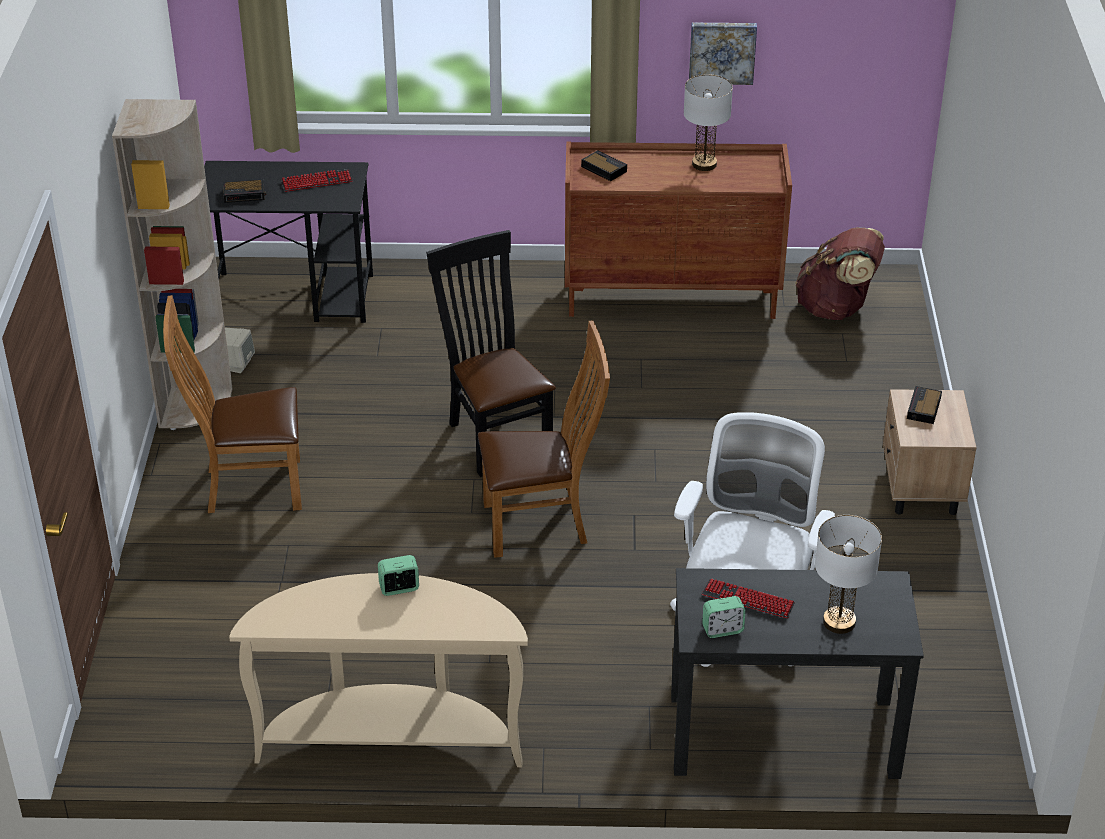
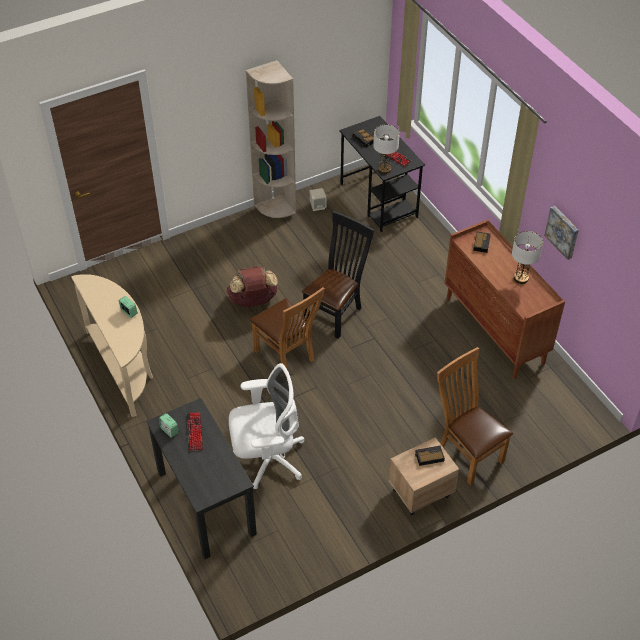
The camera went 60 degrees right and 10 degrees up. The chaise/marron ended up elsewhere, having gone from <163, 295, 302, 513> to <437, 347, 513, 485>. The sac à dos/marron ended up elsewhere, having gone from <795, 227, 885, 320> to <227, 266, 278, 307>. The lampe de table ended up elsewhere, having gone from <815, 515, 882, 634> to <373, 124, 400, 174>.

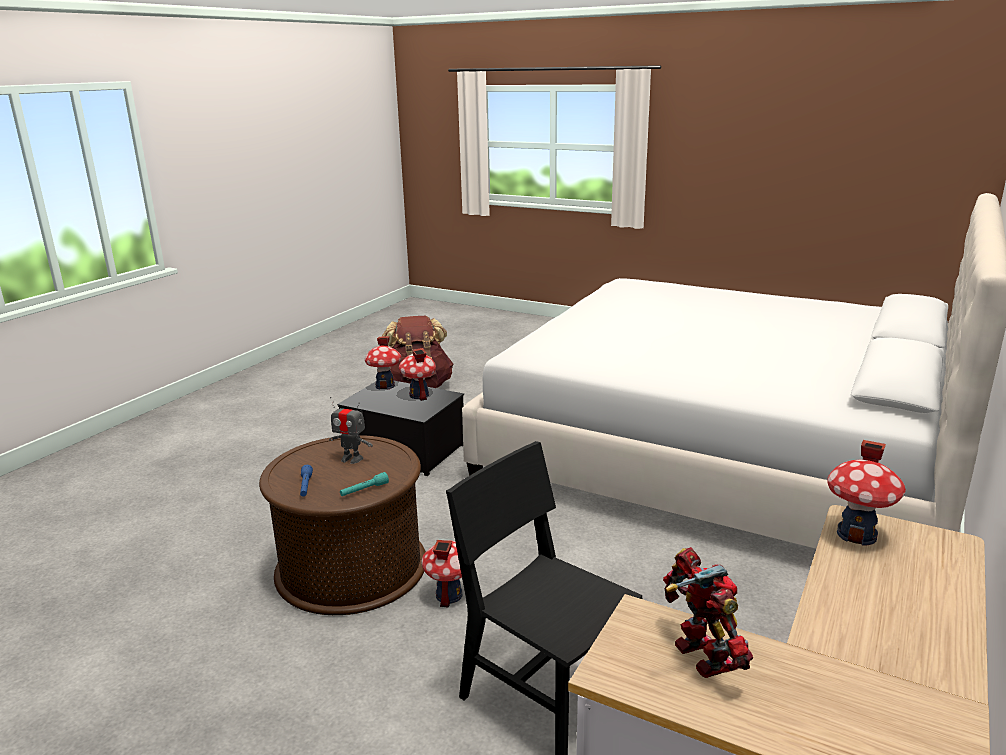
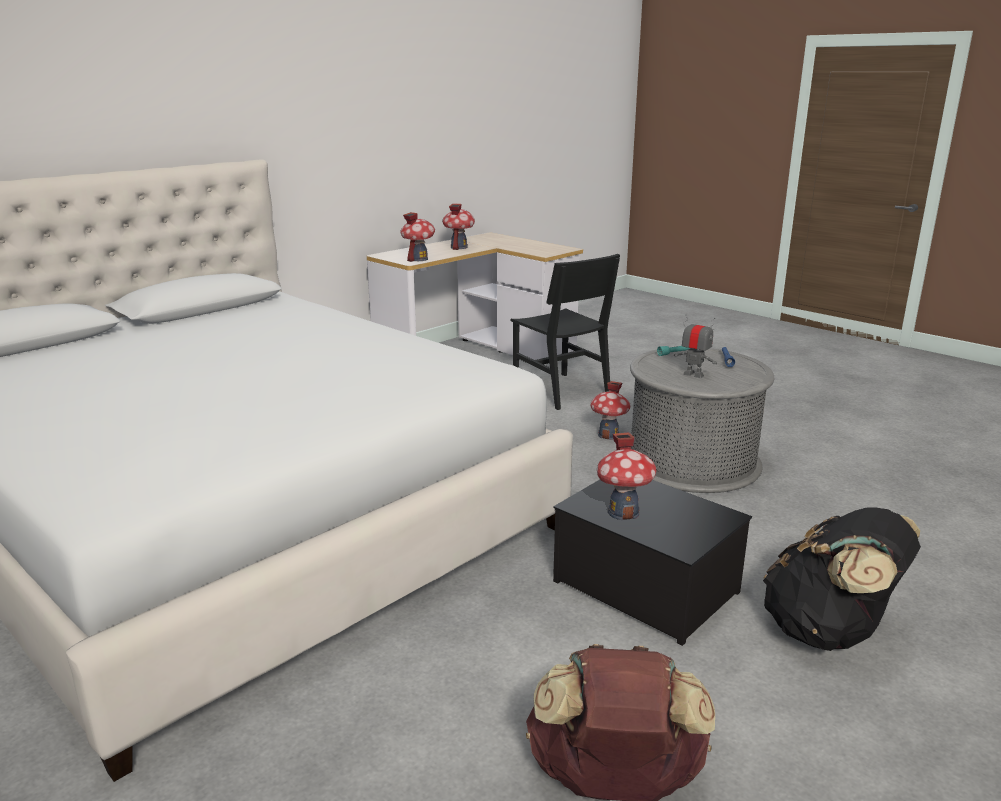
The camera went 165 degrees left and 0 degrees up. The second view lost the robot jouet at <663, 547, 753, 678>. The second view gained the sac à dos/noir at <763, 507, 921, 651>. The maison miniature ended up elsewhere, having gone from <365, 337, 401, 390> to <442, 203, 475, 250>. What was the table basse/marron at <259, 435, 426, 615> turned into the table basse/gris at <630, 348, 774, 493>.

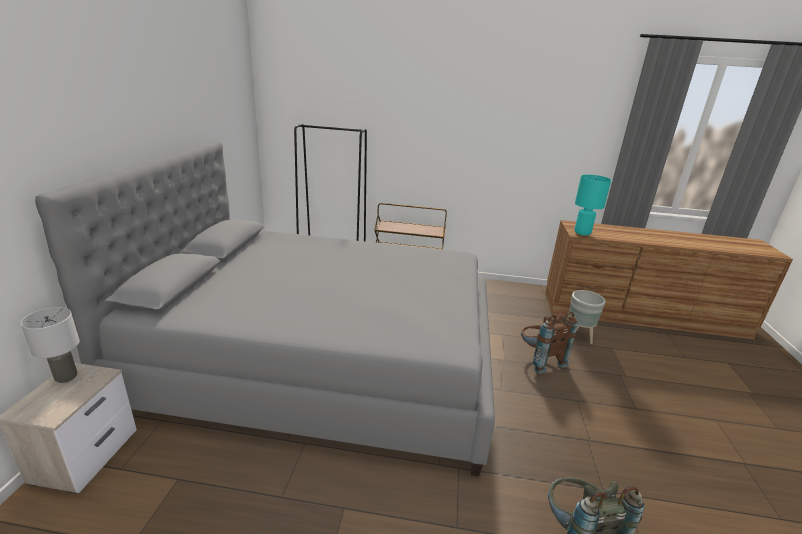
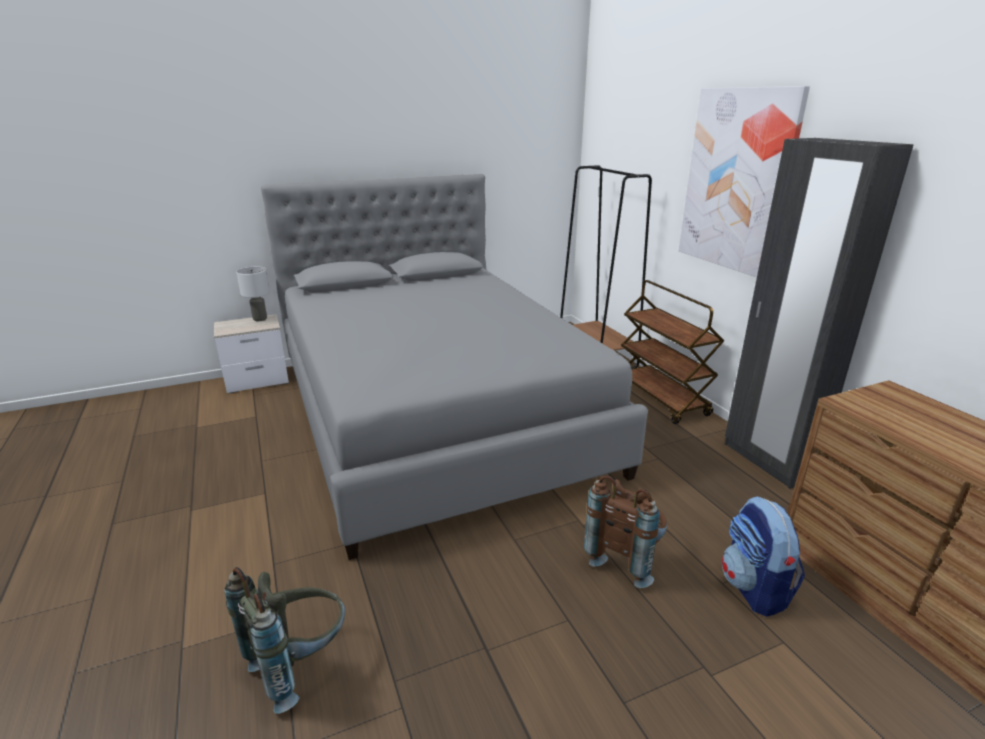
The camera went 60 degrees right and 0 degrees up. The second view lost the lampe de table/turquoise at <574, 175, 611, 235>. The second view gained the tableau at <679, 86, 810, 277>. The second view gained the armoire/noir at <725, 138, 914, 489>. Where the cache-pot/gris stood at <568, 290, 606, 344>, the sac à dos came to stand at <722, 496, 805, 617>.

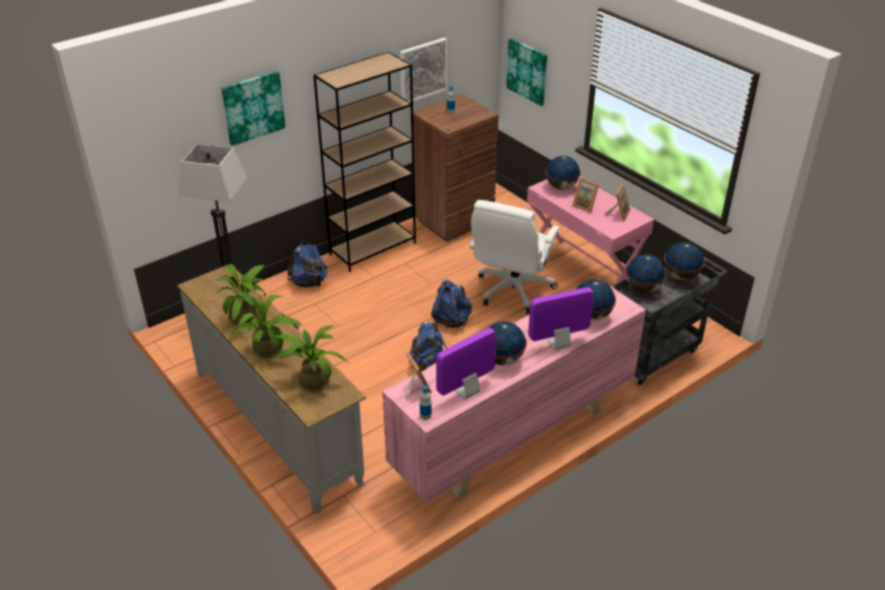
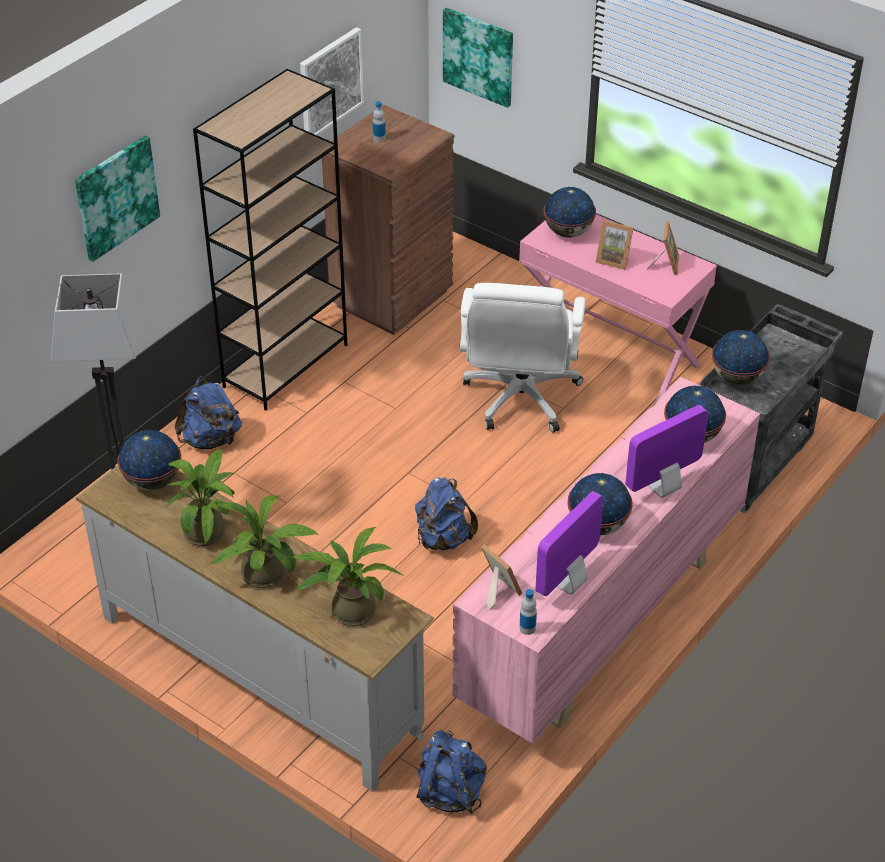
The camera went 15 degrees left and 5 degrees up. The sac à dos/bleu ended up elsewhere, having gone from <431, 279, 472, 328> to <417, 730, 487, 814>. The globe ended up elsewhere, having gone from <664, 242, 705, 280> to <117, 430, 181, 490>.

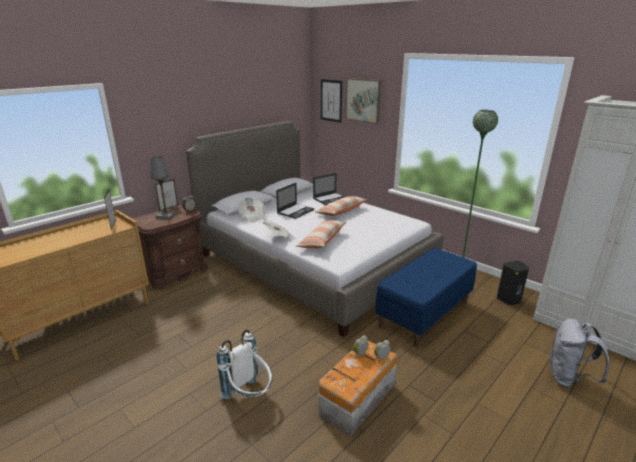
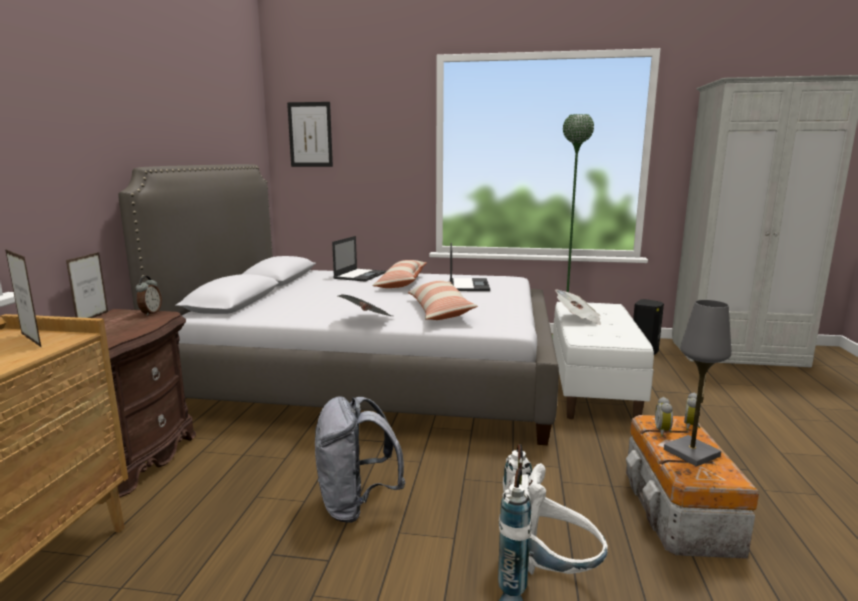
The camera went 35 degrees left and 10 degrees down. The second view lost the tableau at <346, 78, 381, 124>. The lampe de table/gris ended up elsewhere, having gone from <150, 156, 176, 219> to <664, 300, 732, 467>. The journal ended up elsewhere, having gone from <238, 198, 265, 223> to <555, 289, 601, 325>. The ordinateur portable ended up elsewhere, having gone from <276, 183, 314, 219> to <450, 243, 490, 291>. The sac à dos/gris ended up elsewhere, having gone from <549, 318, 610, 388> to <315, 396, 405, 523>. What was the banc/bleu at <375, 248, 477, 347> turned into the banc/blanc at <553, 302, 654, 419>.

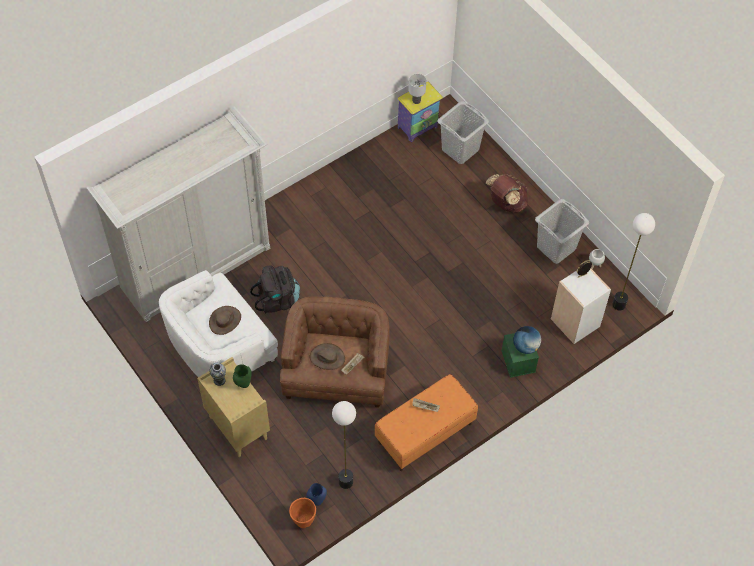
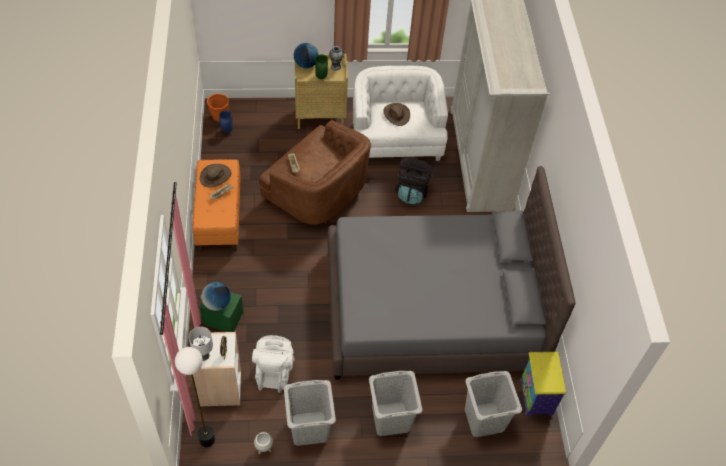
The camera went 120 degrees right and 5 degrees down. The second view lost the lampadaire at <332, 401, 356, 489>. The second view gained the sac à dos/blanc at <252, 335, 295, 393>. The second view gained the globe at <294, 43, 319, 68>. The second view gained the lit/gris at <328, 166, 575, 379>. The chapeau/marron ended up elsewhere, having gone from <310, 343, 345, 370> to <200, 164, 231, 187>. The lampe de table/blanc ended up elsewhere, having gone from <408, 74, 426, 104> to <189, 327, 213, 361>. Where the sac à dos/marron stood at <486, 174, 528, 213>, the panier à linge/gris came to stand at <369, 371, 423, 436>.

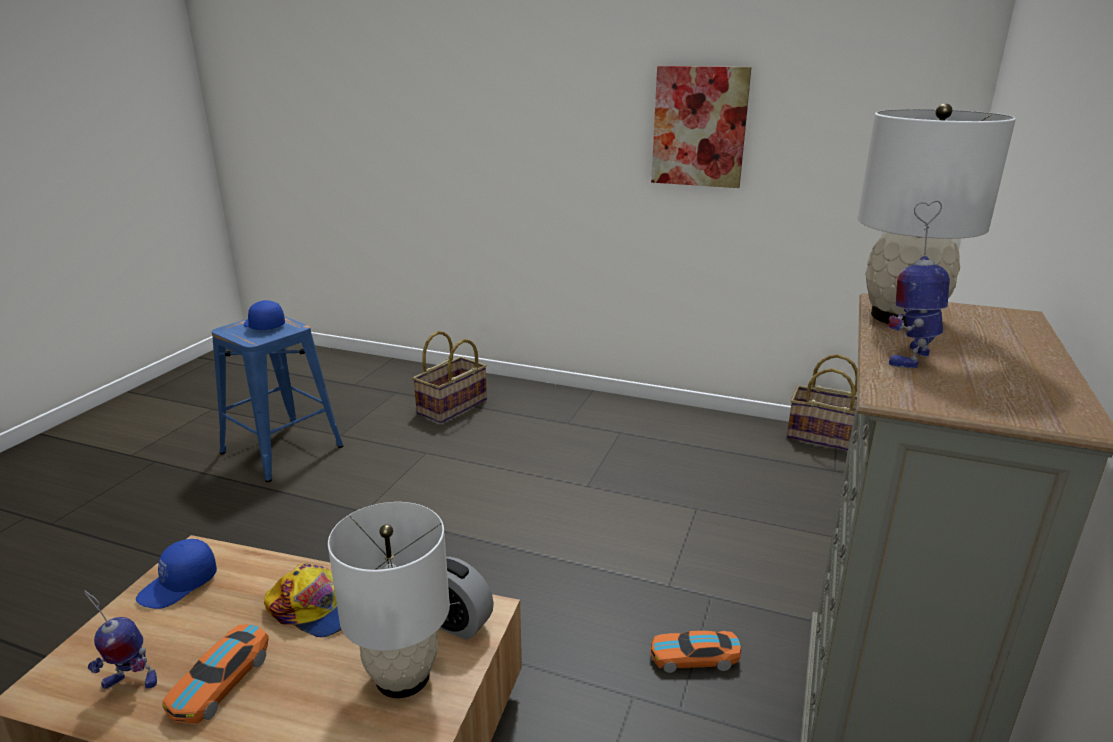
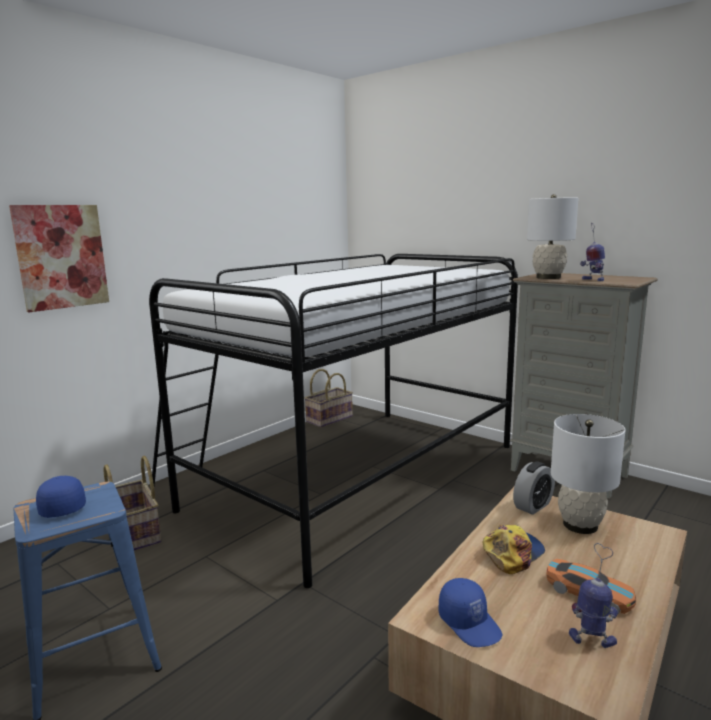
The camera went 70 degrees left and 10 degrees down. The second view lost the petite voiture at <650, 631, 741, 673>. The second view gained the lit/noir at <149, 254, 518, 588>. The tableau ended up elsewhere, having gone from <651, 66, 752, 188> to <9, 205, 109, 312>. The robot jouet at <84, 590, 157, 689> ended up facing another way, 90 degrees counterclockwise from before. The casquette/bleu at <244, 300, 285, 330> ended up facing another way, 90 degrees clockwise from before.

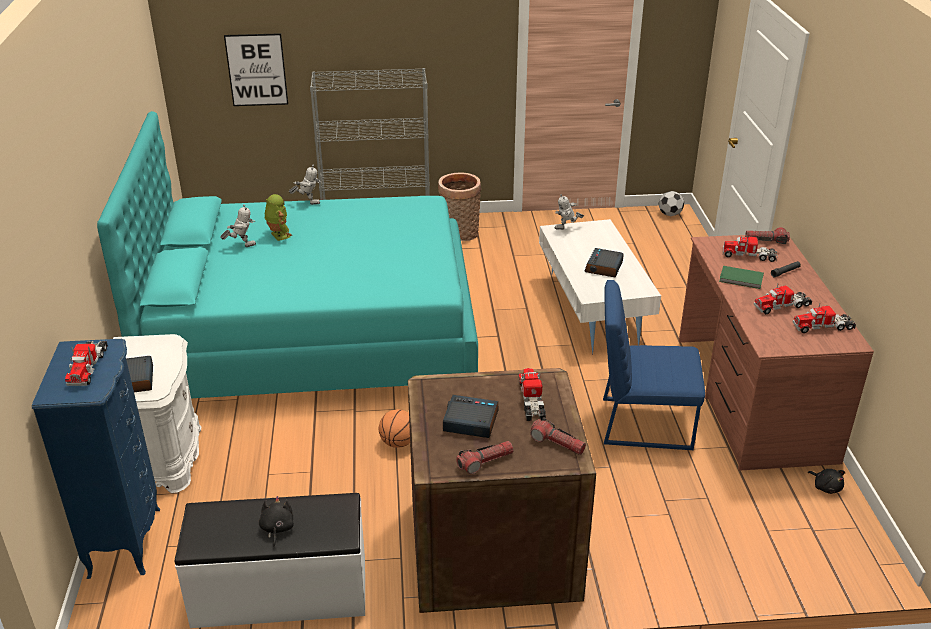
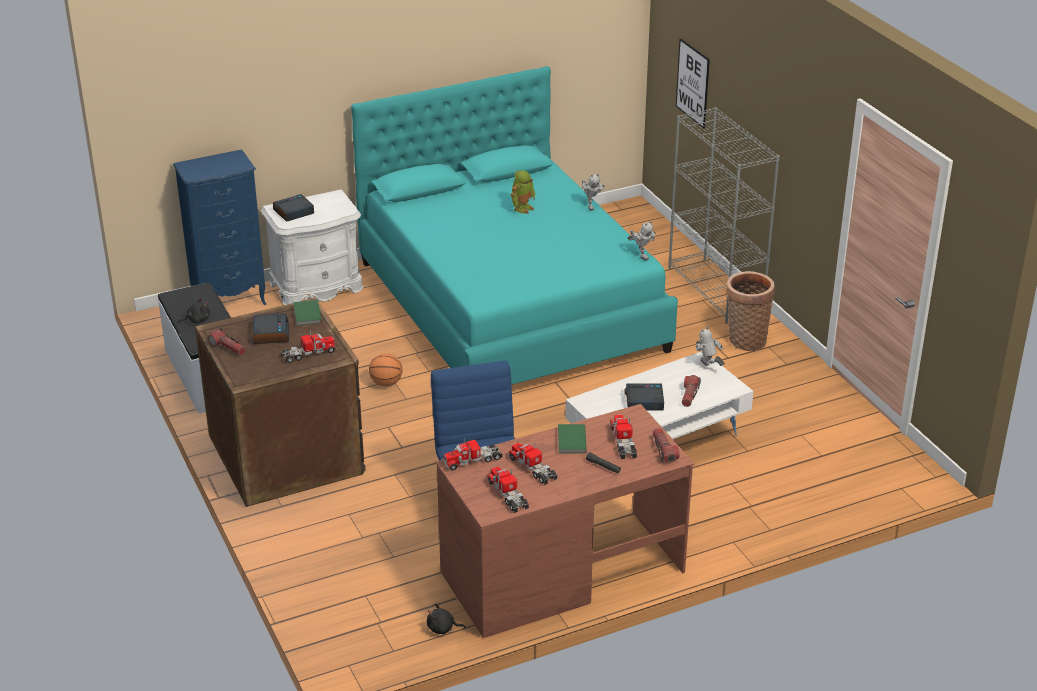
The camera went 70 degrees right and 0 degrees up. The second view lost the ballon de foot at <659, 191, 684, 216>. The second view gained the livre/vert at <293, 300, 322, 326>. The camion jouet ended up elsewhere, having gone from <65, 341, 108, 386> to <442, 438, 502, 470>. The robot jouet ended up elsewhere, having gone from <220, 204, 256, 247> to <628, 221, 656, 260>. The lampe de poche ended up elsewhere, having gone from <530, 417, 586, 455> to <682, 375, 701, 407>. The peluche/noir at <808, 469, 845, 494> ended up facing another way, 60 degrees clockwise from before.

